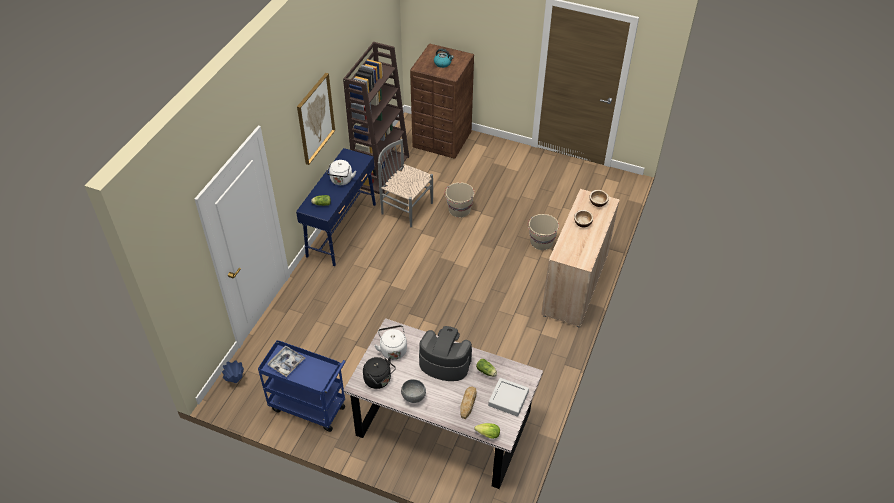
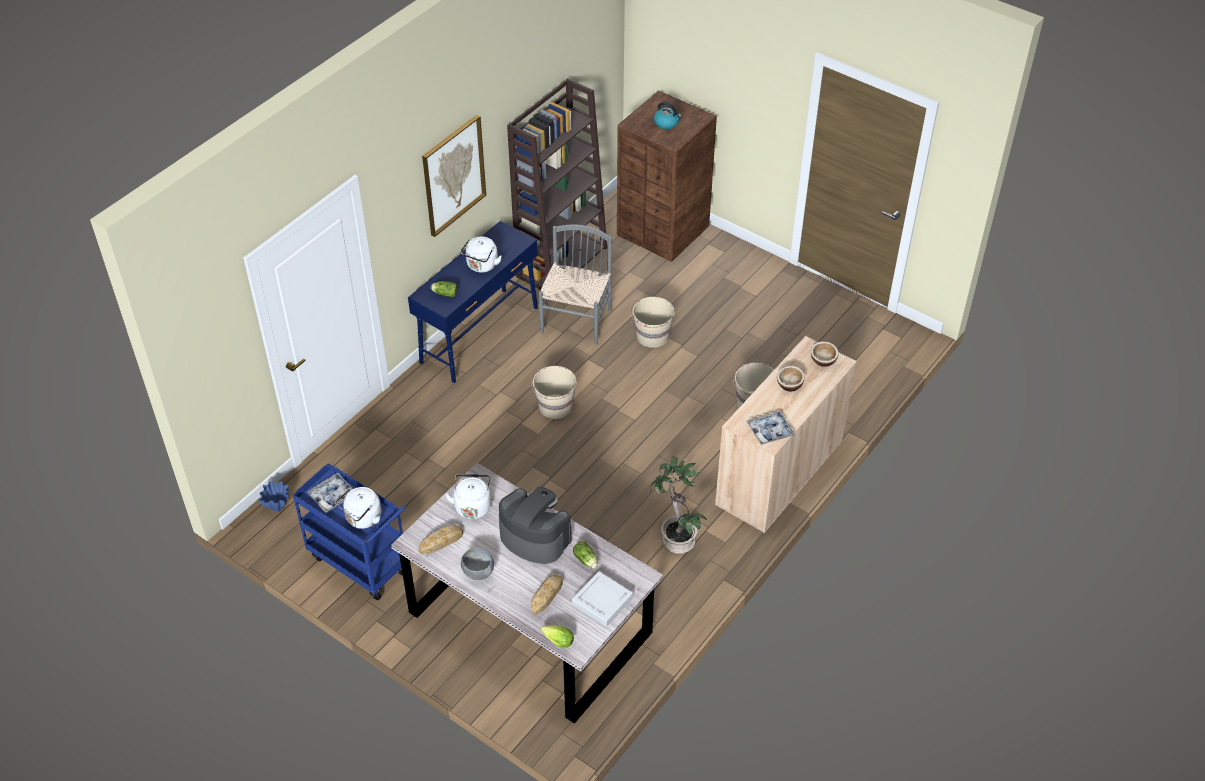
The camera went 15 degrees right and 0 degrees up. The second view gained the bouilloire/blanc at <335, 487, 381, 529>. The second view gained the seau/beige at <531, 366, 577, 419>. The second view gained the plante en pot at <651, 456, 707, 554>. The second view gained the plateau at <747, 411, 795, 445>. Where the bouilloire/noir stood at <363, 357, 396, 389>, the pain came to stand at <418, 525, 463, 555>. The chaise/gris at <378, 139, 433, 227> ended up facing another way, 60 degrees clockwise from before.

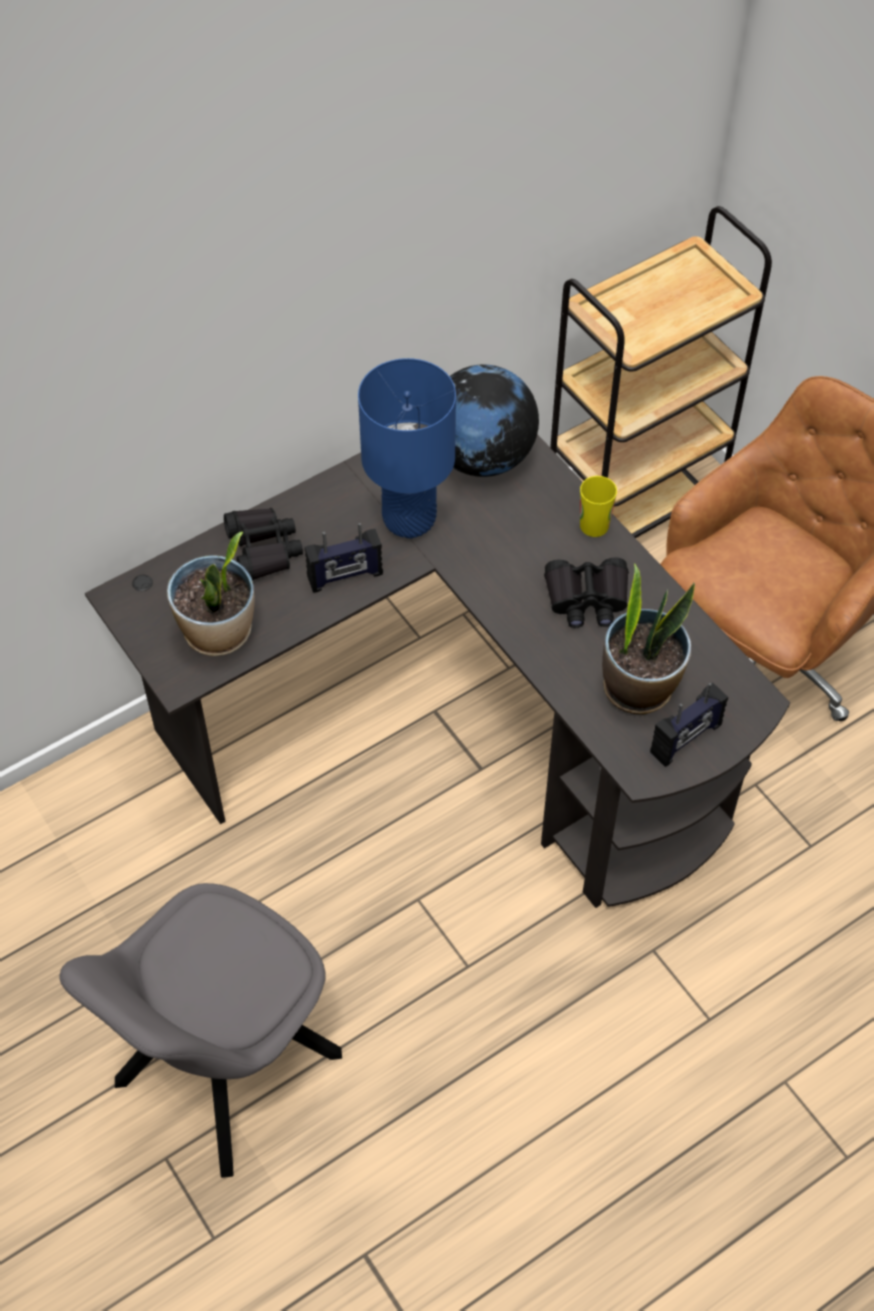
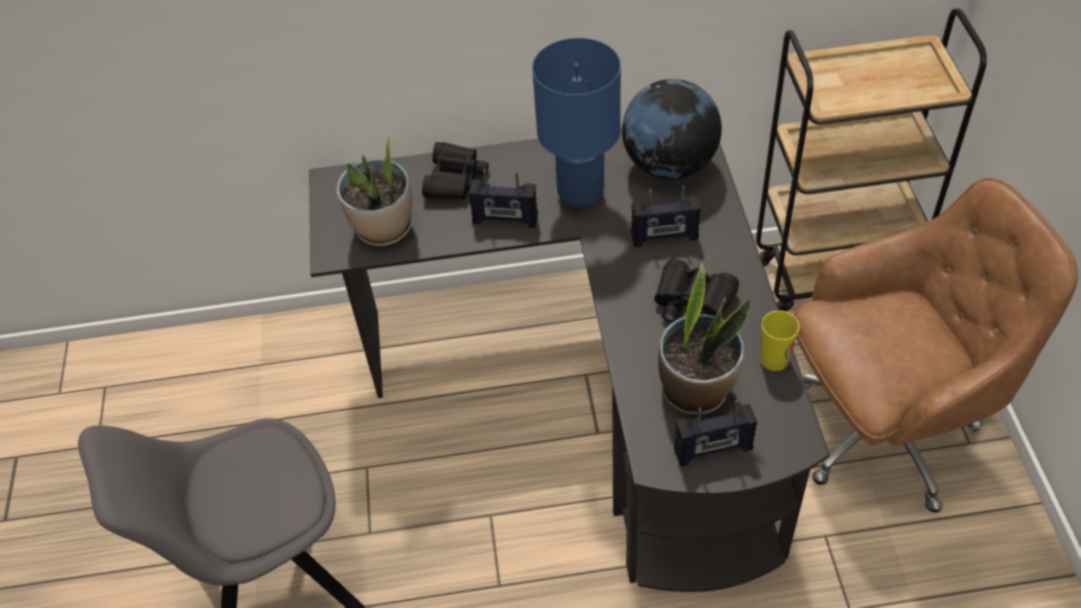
The camera went 30 degrees right and 5 degrees down. The second view gained the radio at <631, 186, 701, 247>. The tasse ended up elsewhere, having gone from <580, 476, 617, 537> to <760, 310, 800, 371>.

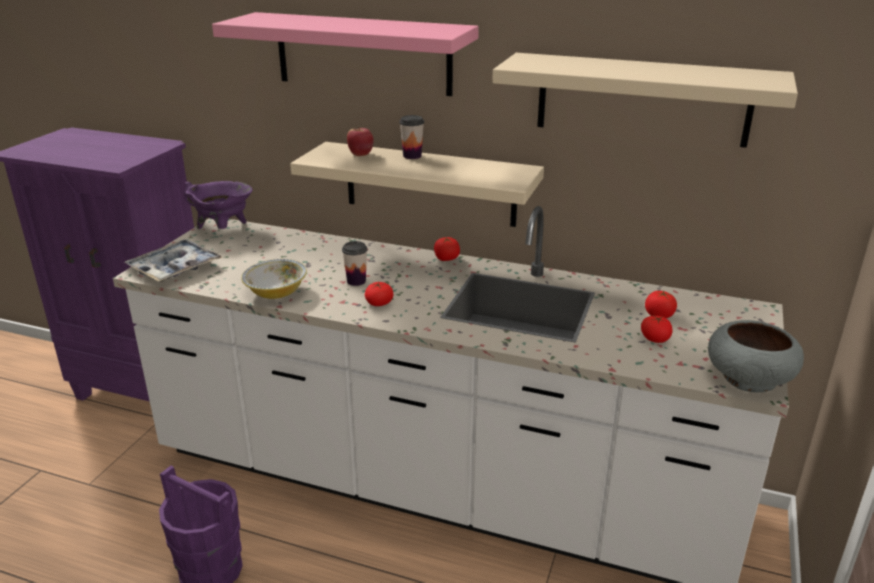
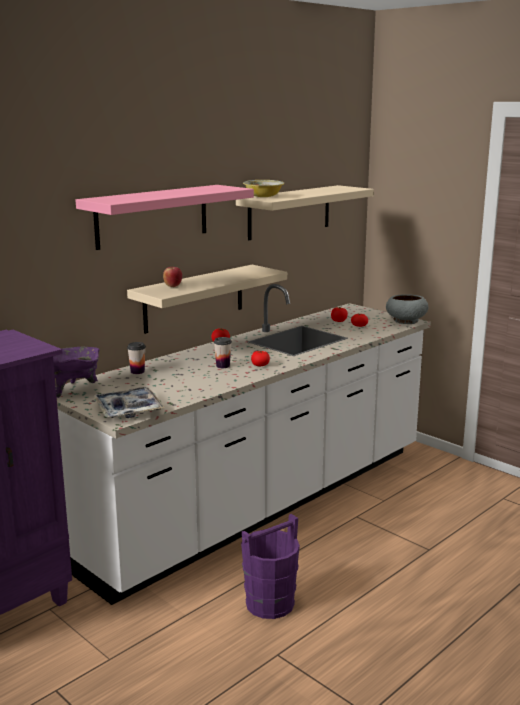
The camera went 65 degrees left and 10 degrees down. The bol ended up elsewhere, having gone from <241, 259, 307, 299> to <243, 180, 284, 197>. The tasse ended up elsewhere, having gone from <399, 115, 424, 159> to <127, 342, 146, 374>.

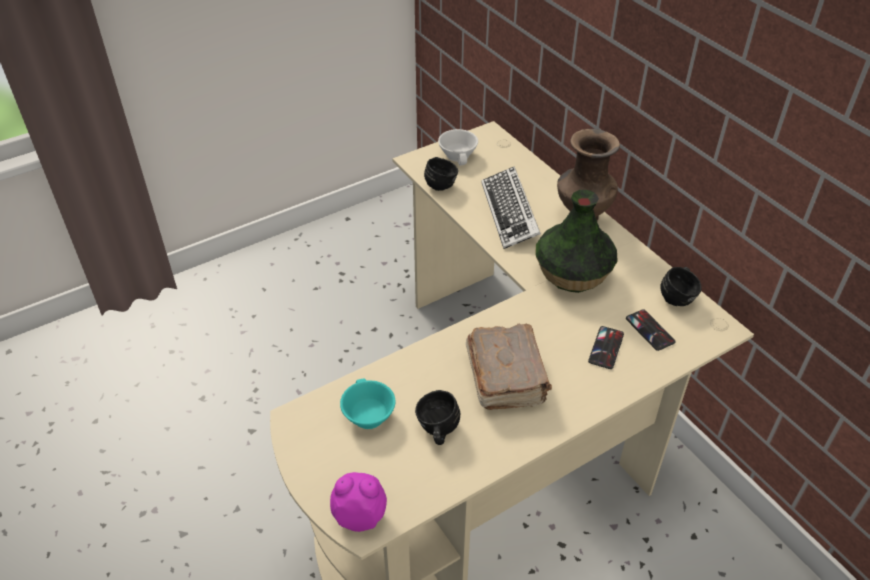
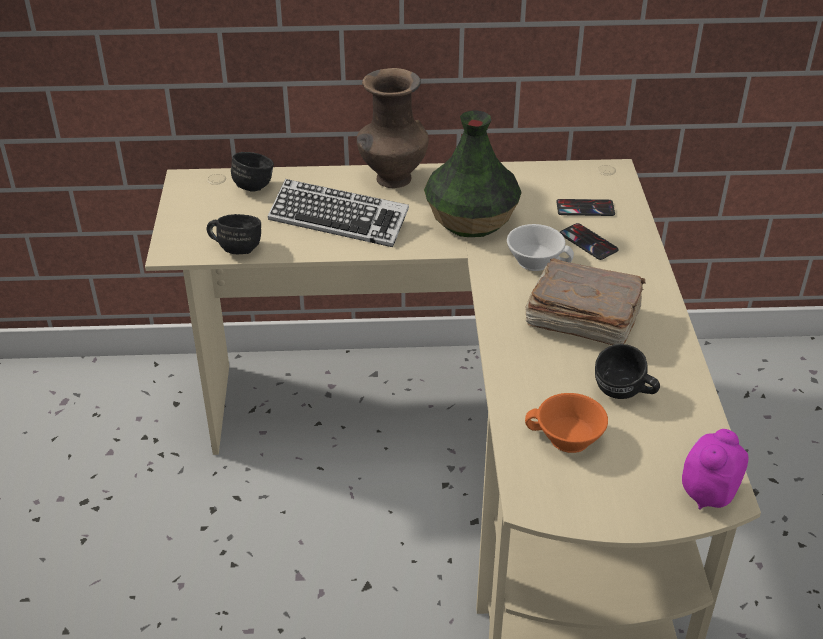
The camera went 60 degrees left and 5 degrees down. The tasse/blanc ended up elsewhere, having gone from <438, 129, 478, 166> to <507, 224, 574, 271>. The mug/noir ended up elsewhere, having gone from <660, 267, 702, 306> to <231, 152, 274, 192>. What was the tasse/turquoise at <340, 379, 396, 429> turned into the tasse/orange at <525, 393, 608, 453>.

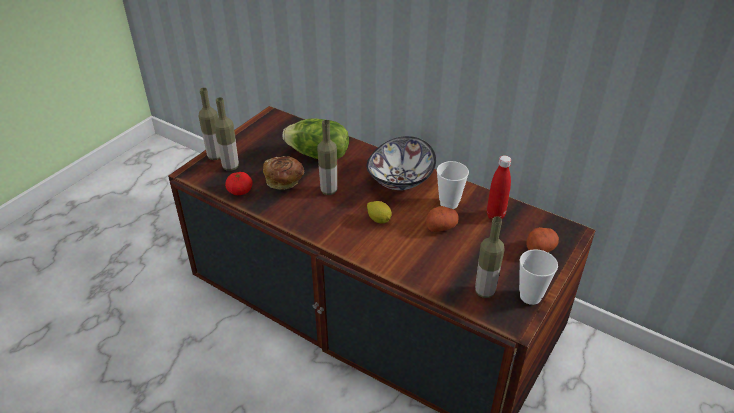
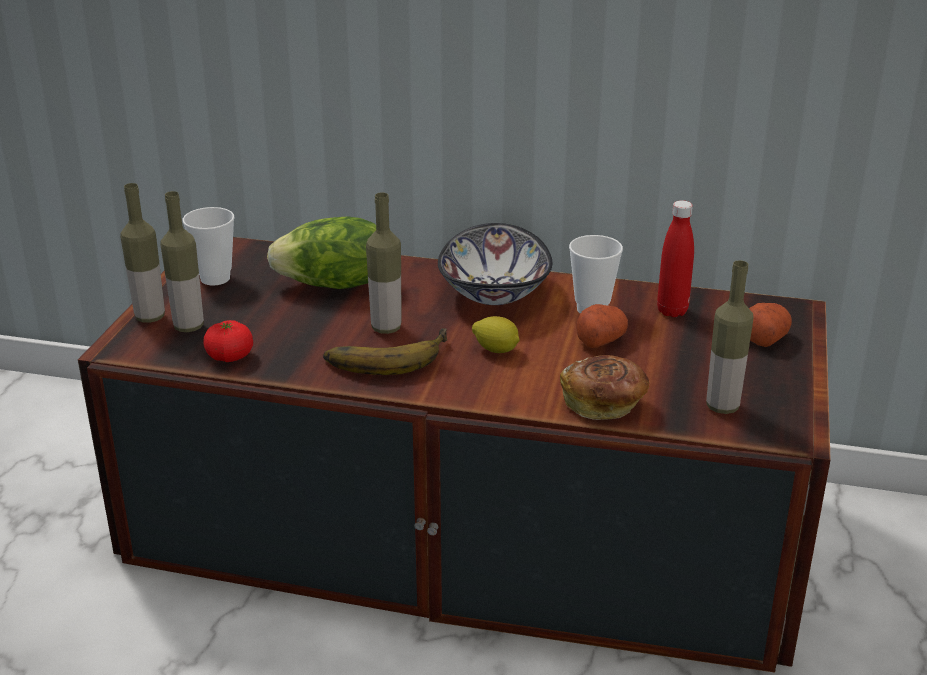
The camera went 20 degrees left and 10 degrees down. The second view gained the banane at <323, 328, 447, 375>. The pain ended up elsewhere, having gone from <263, 156, 304, 190> to <560, 355, 649, 420>. The tasse ended up elsewhere, having gone from <519, 249, 558, 305> to <182, 207, 234, 285>.

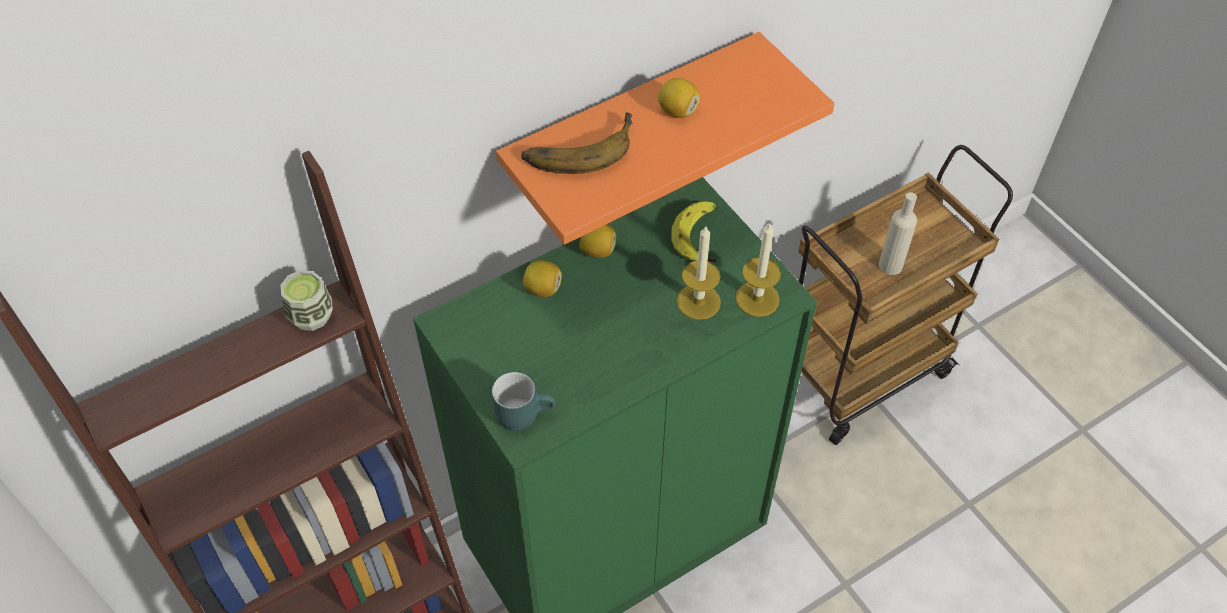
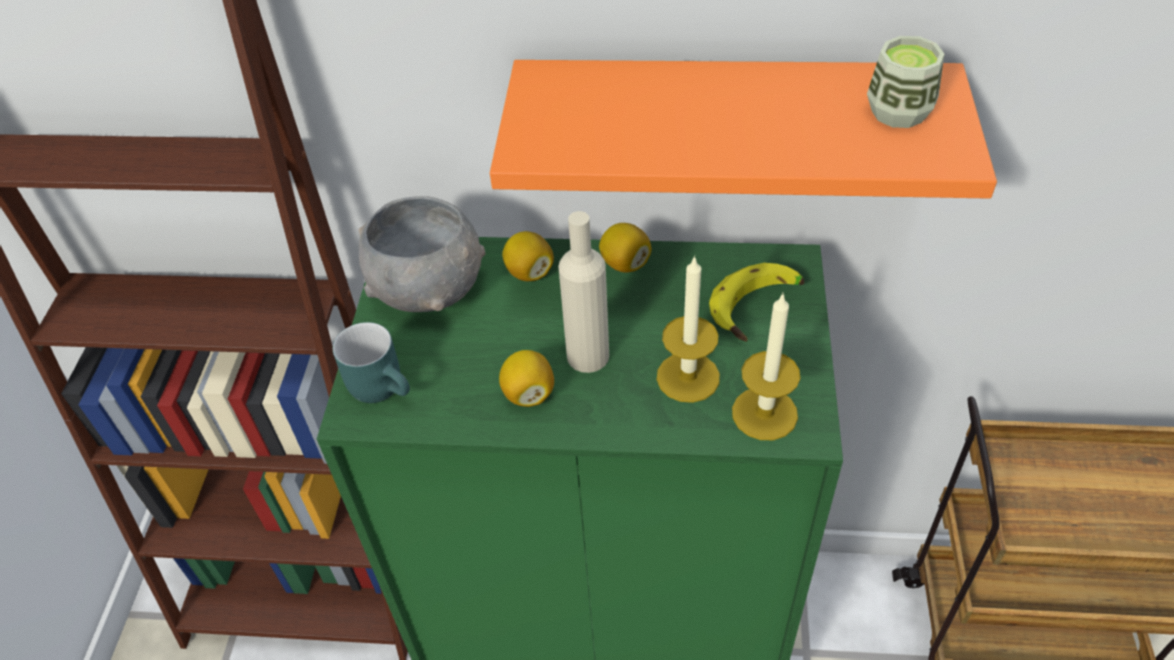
The camera went 40 degrees right and 5 degrees down. The second view lost the banane at <521, 112, 633, 174>. The second view gained the bol/gris at <359, 196, 485, 312>. The tasse ended up elsewhere, having gone from <281, 270, 333, 331> to <867, 36, 944, 128>. The citron ended up elsewhere, having gone from <658, 78, 700, 118> to <499, 350, 554, 407>. The bouteille/beige ended up elsewhere, having gone from <879, 192, 917, 275> to <558, 211, 609, 373>.

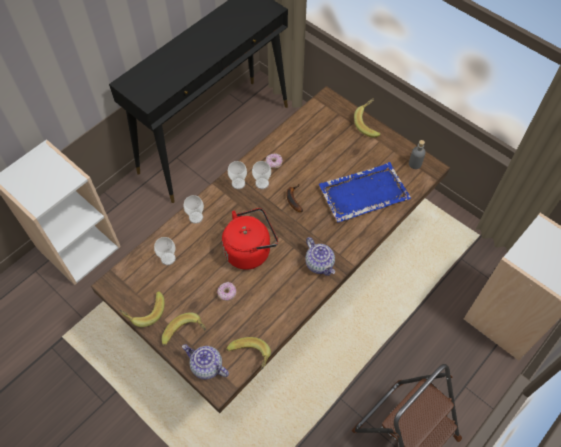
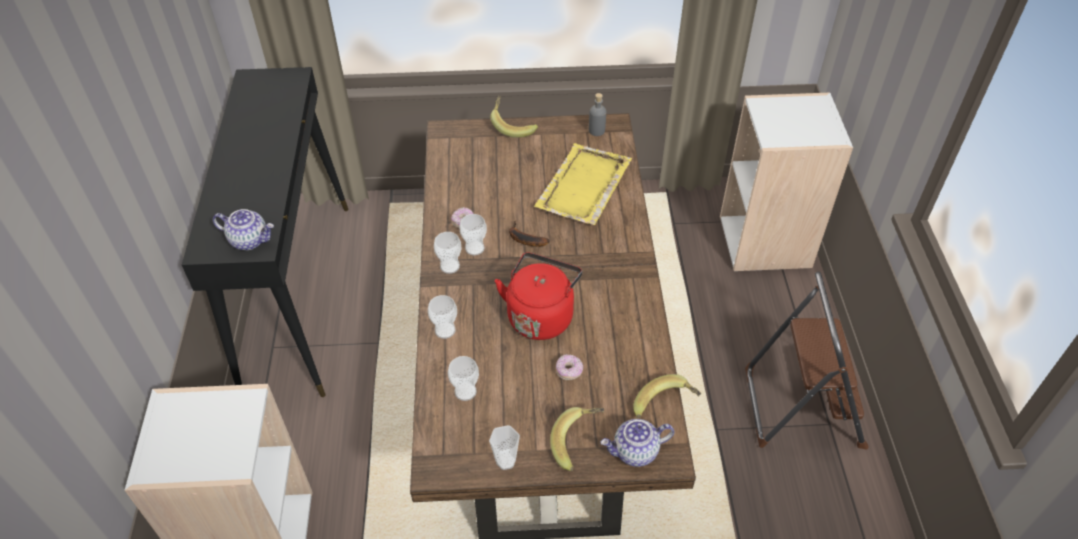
The camera went 45 degrees left and 10 degrees down. The théière ended up elsewhere, having gone from <305, 237, 335, 276> to <213, 209, 274, 250>. Where the banane stood at <119, 291, 165, 327>, the tasse came to stand at <489, 425, 520, 470>. What was the plateau/bleu at <319, 162, 411, 222> turned into the plateau/jaune at <534, 143, 632, 225>.

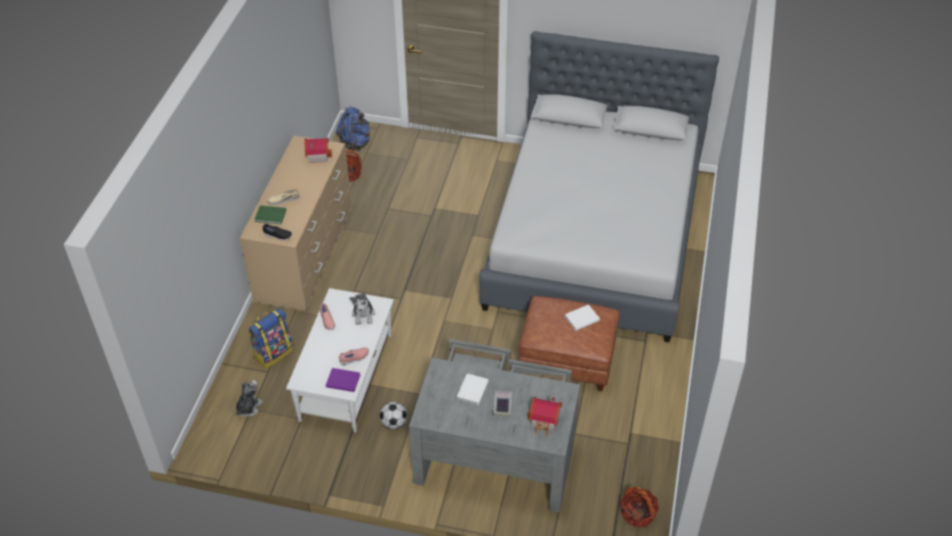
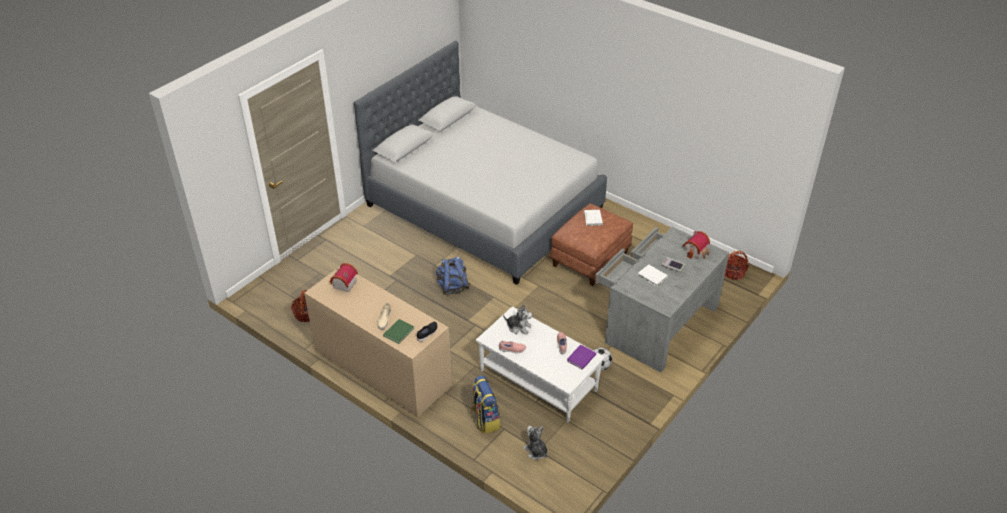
The camera went 65 degrees left and 5 degrees down. The sac à dos/bleu ended up elsewhere, having gone from <336, 107, 370, 151> to <436, 256, 471, 295>.

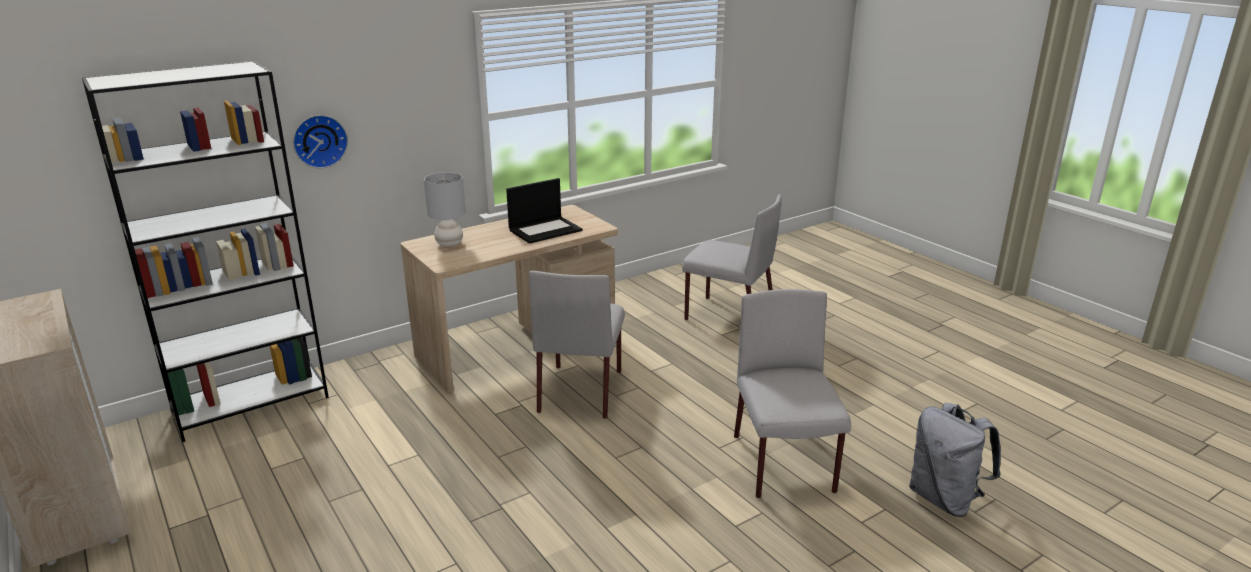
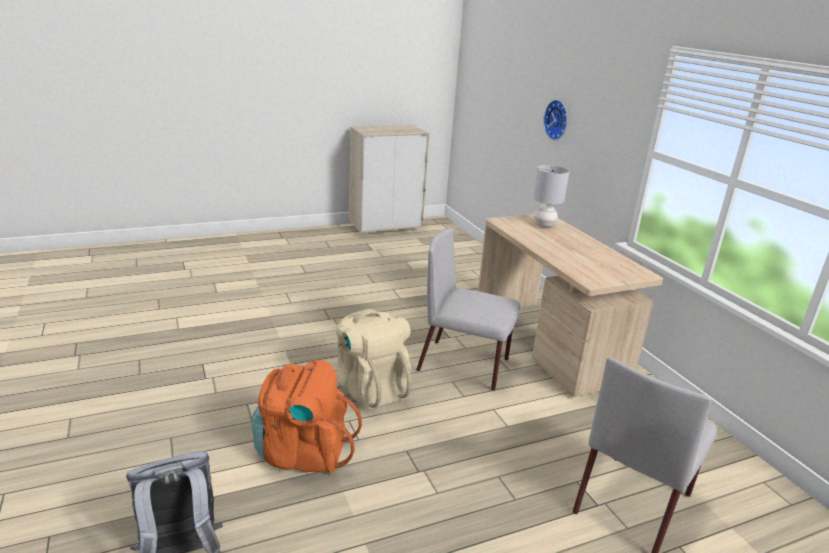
The camera went 100 degrees right and 0 degrees up. The second view lost the bibliothèque/blanc at <82, 61, 329, 442>. The second view lost the ordinateur portable at <506, 178, 583, 244>. The second view gained the sac à dos/beige at <336, 309, 412, 409>. Where the chaise/gris stood at <734, 289, 851, 498>, the sac à dos/orange came to stand at <252, 360, 362, 473>.

